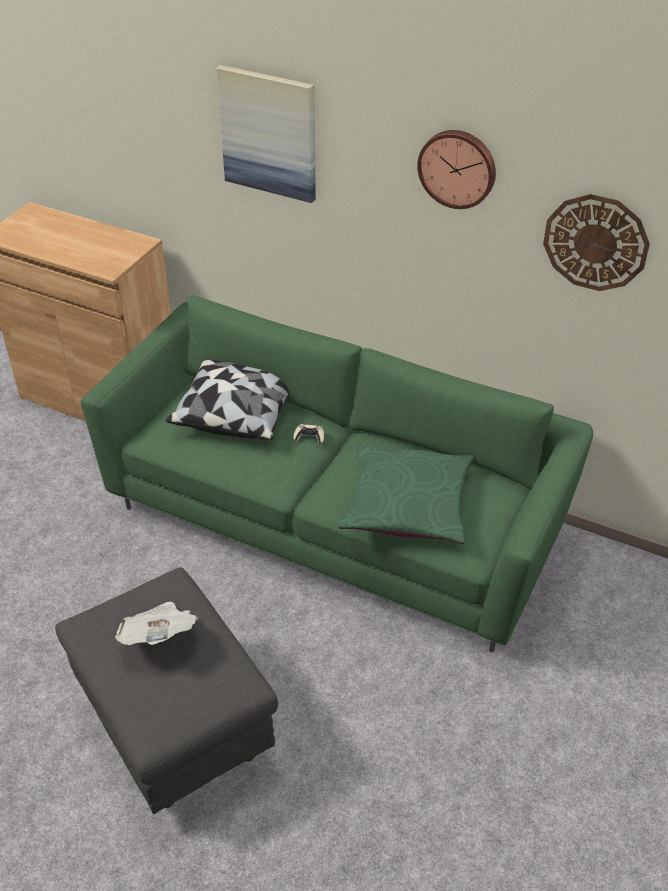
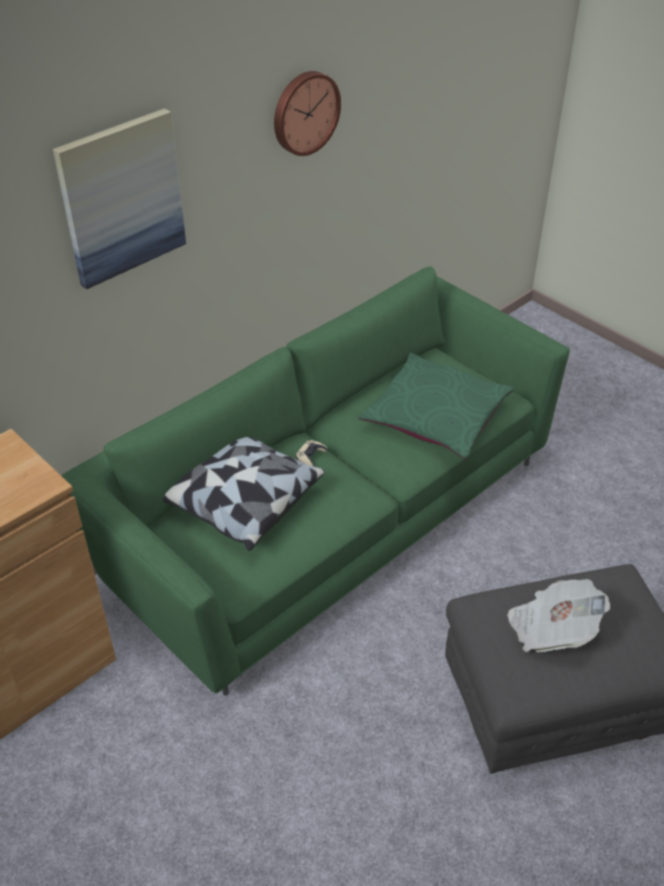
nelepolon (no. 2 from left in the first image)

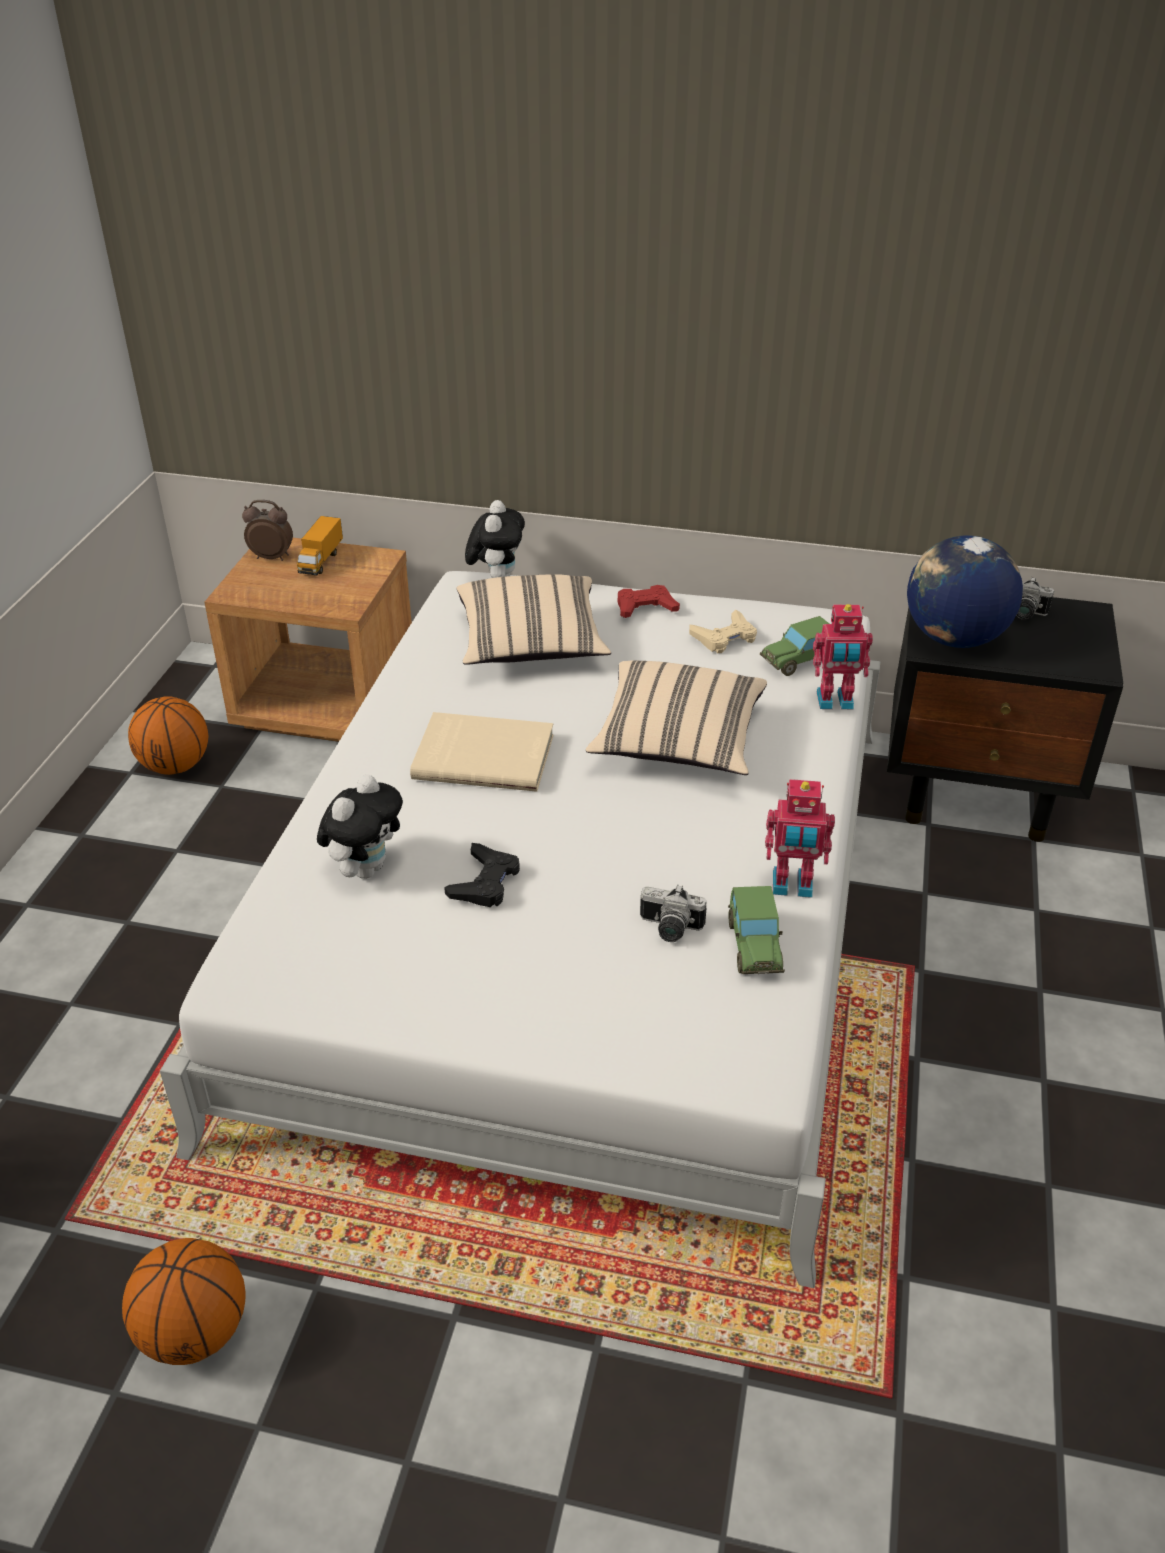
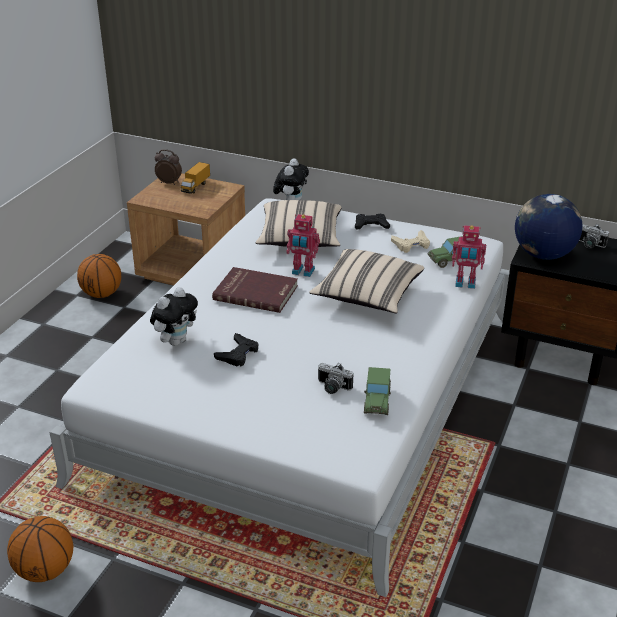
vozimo (no. 1 from left); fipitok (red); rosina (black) (no. 2 from left)

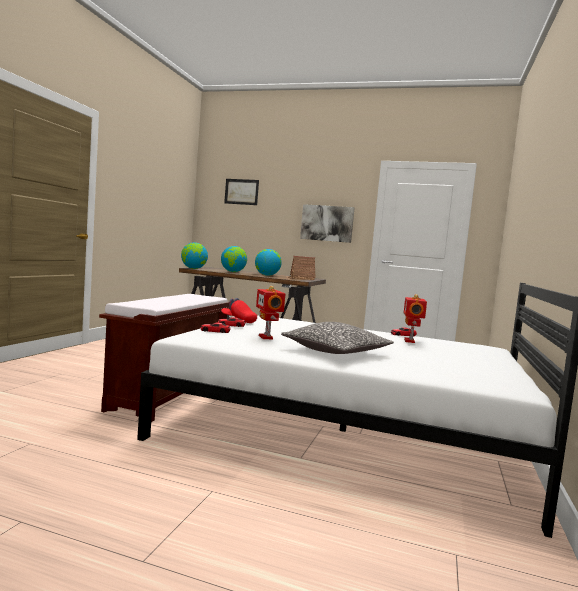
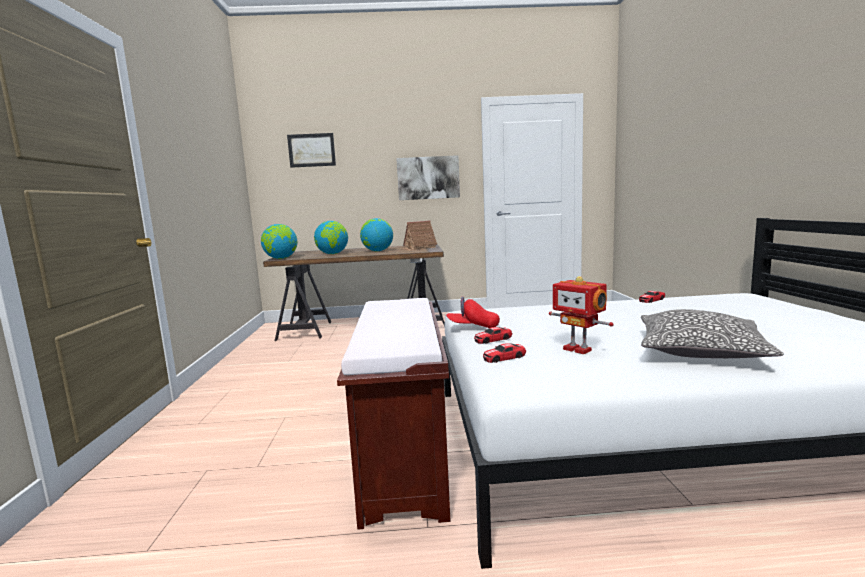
vozimo (no. 2 from left in the first image)

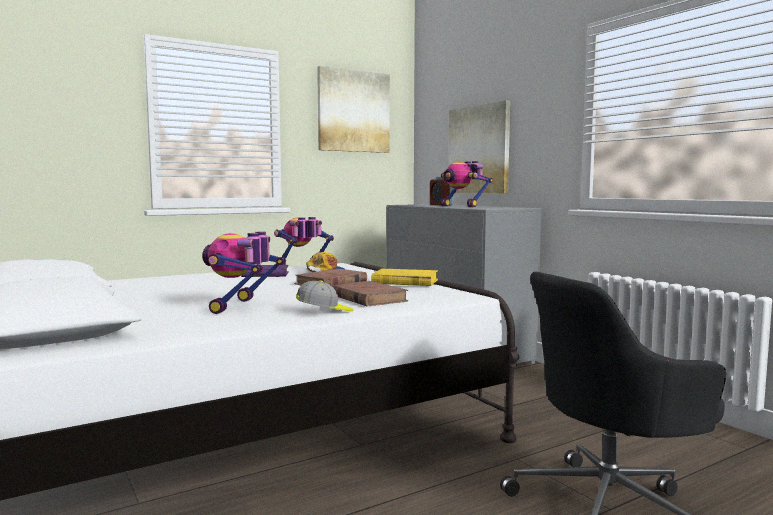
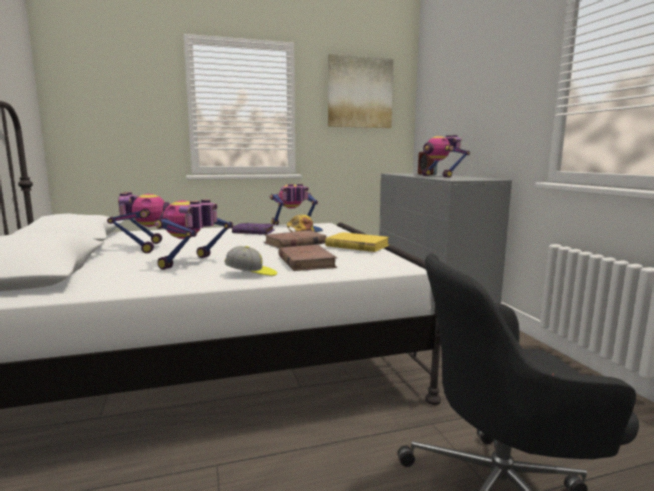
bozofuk (no. 2 from left in the first image); vozimo (no. 1 from left)

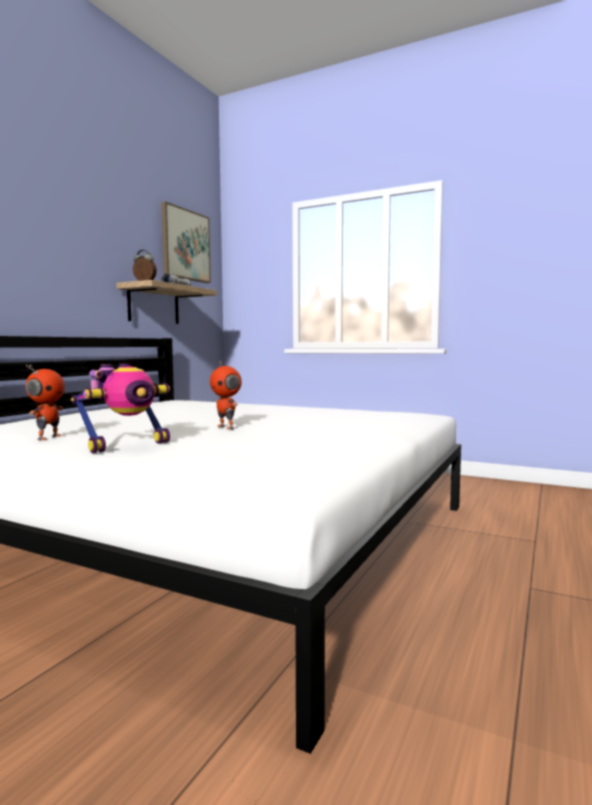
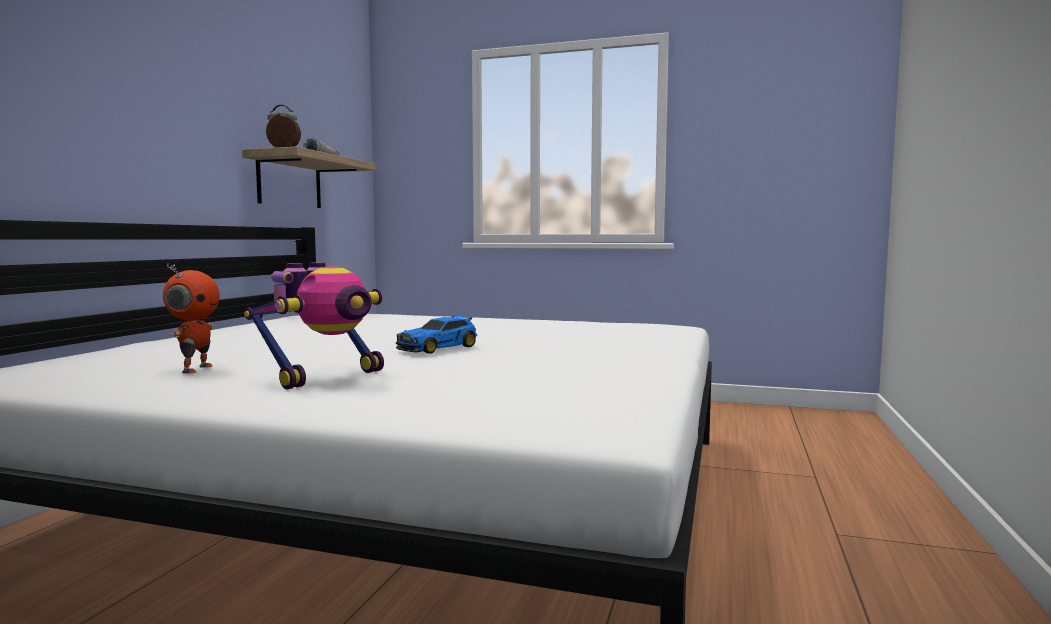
bozofuk; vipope

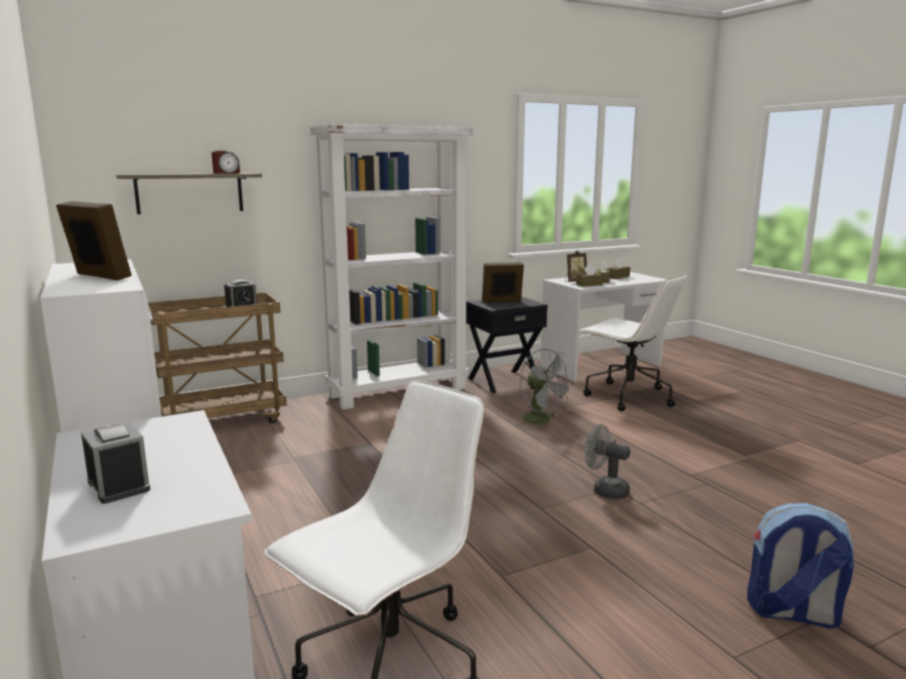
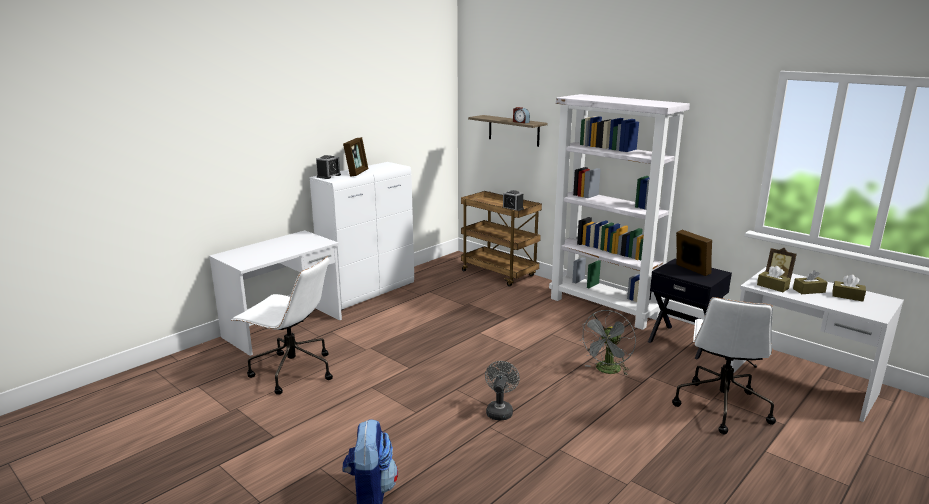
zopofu (no. 1 from left)

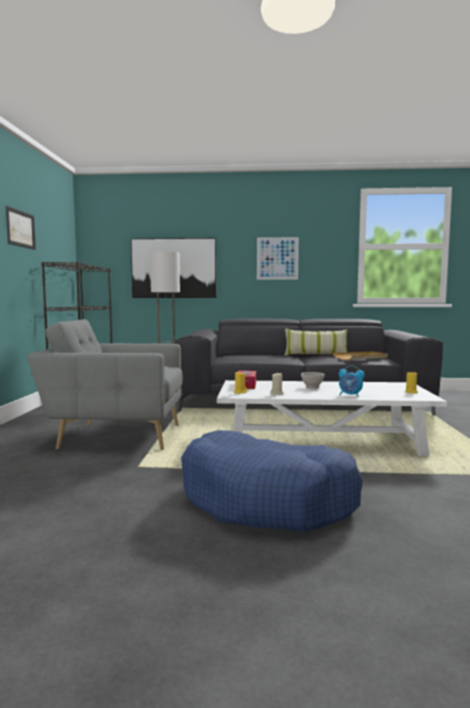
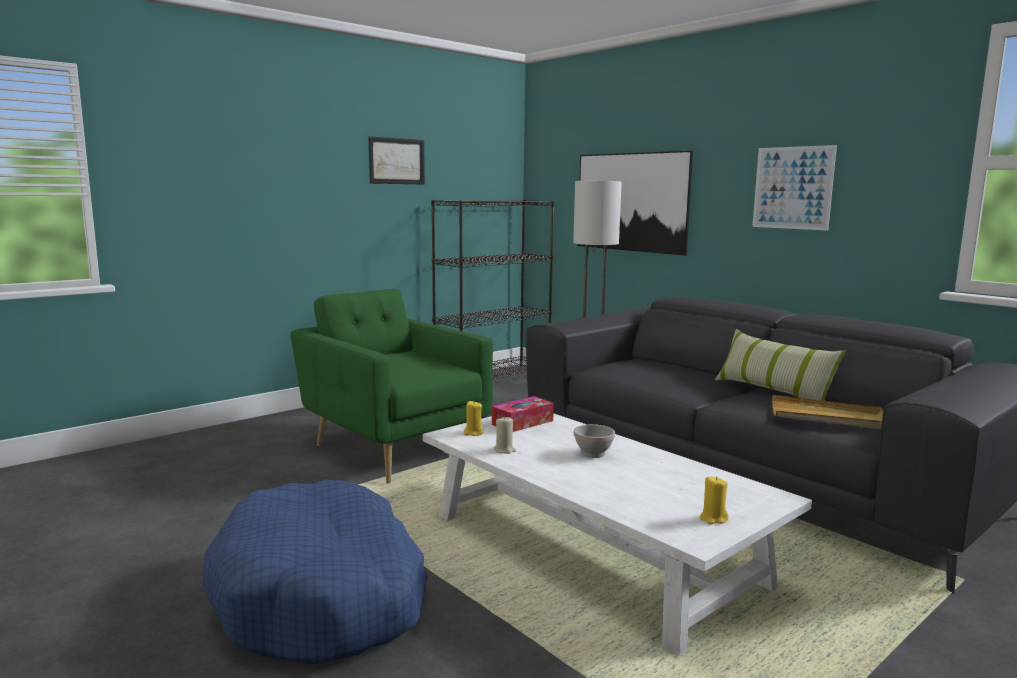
zopofu; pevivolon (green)

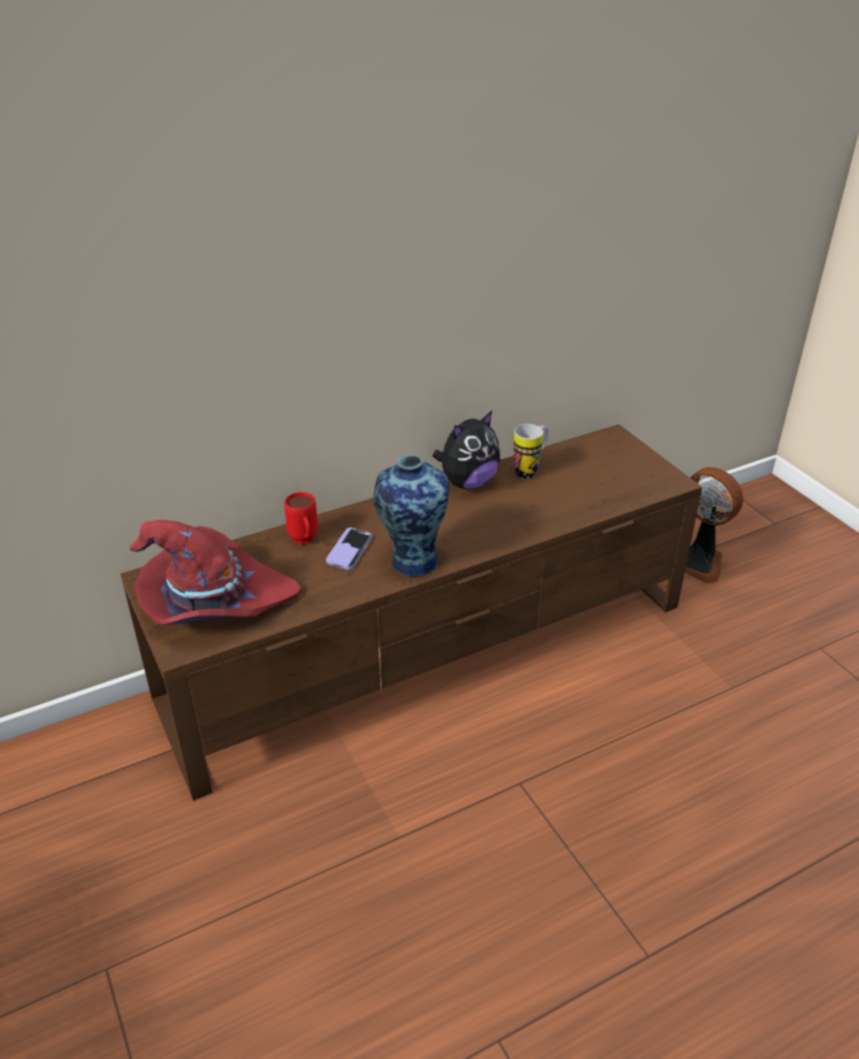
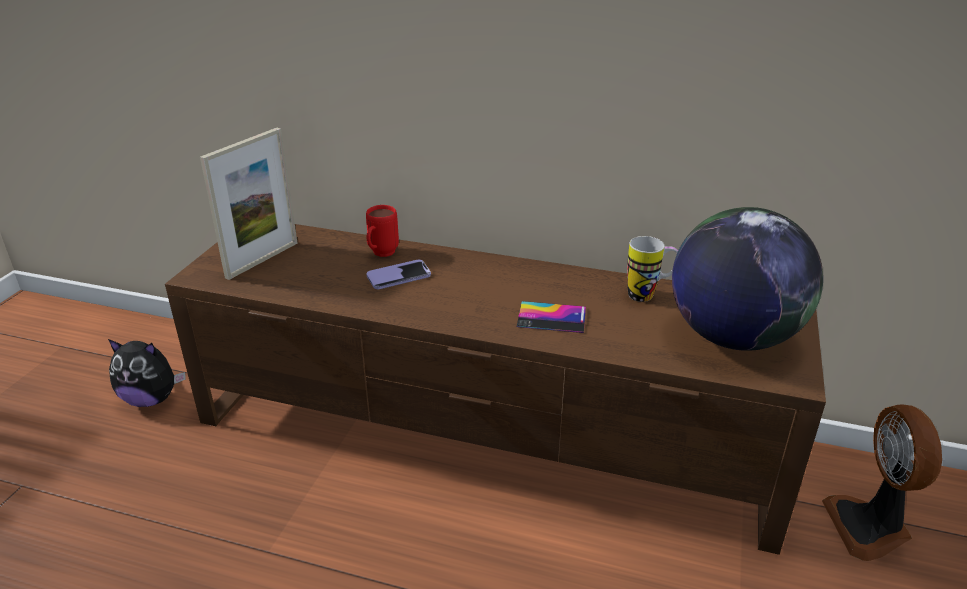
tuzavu; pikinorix (no. 2 from left); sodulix; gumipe; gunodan

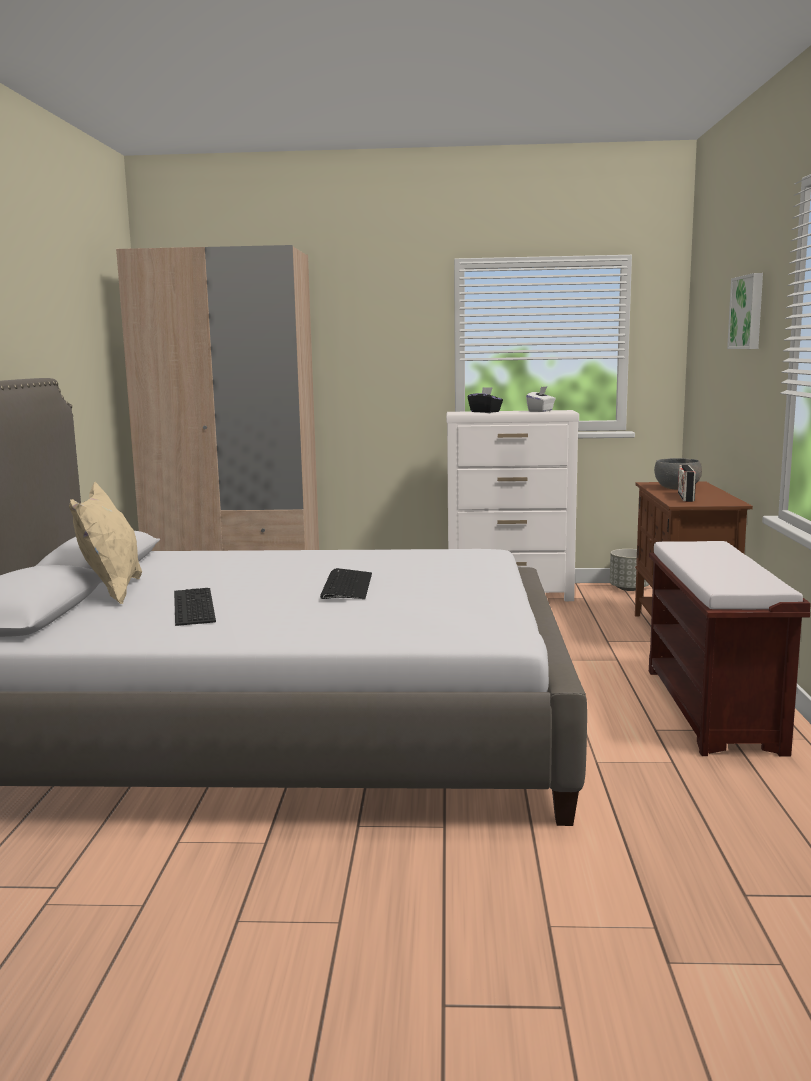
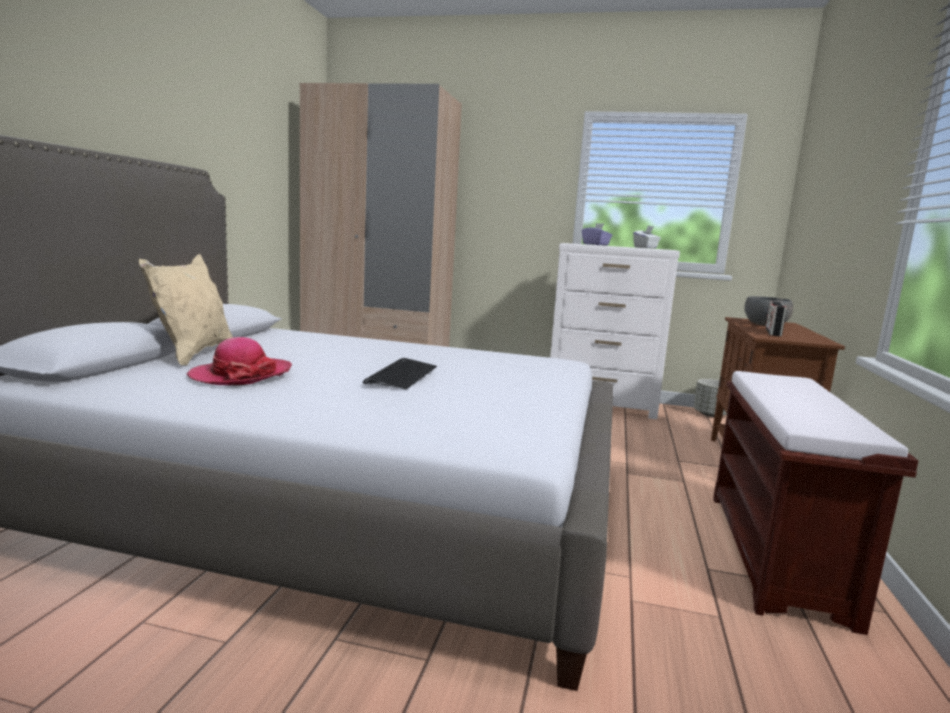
bozofuk; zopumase; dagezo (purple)

